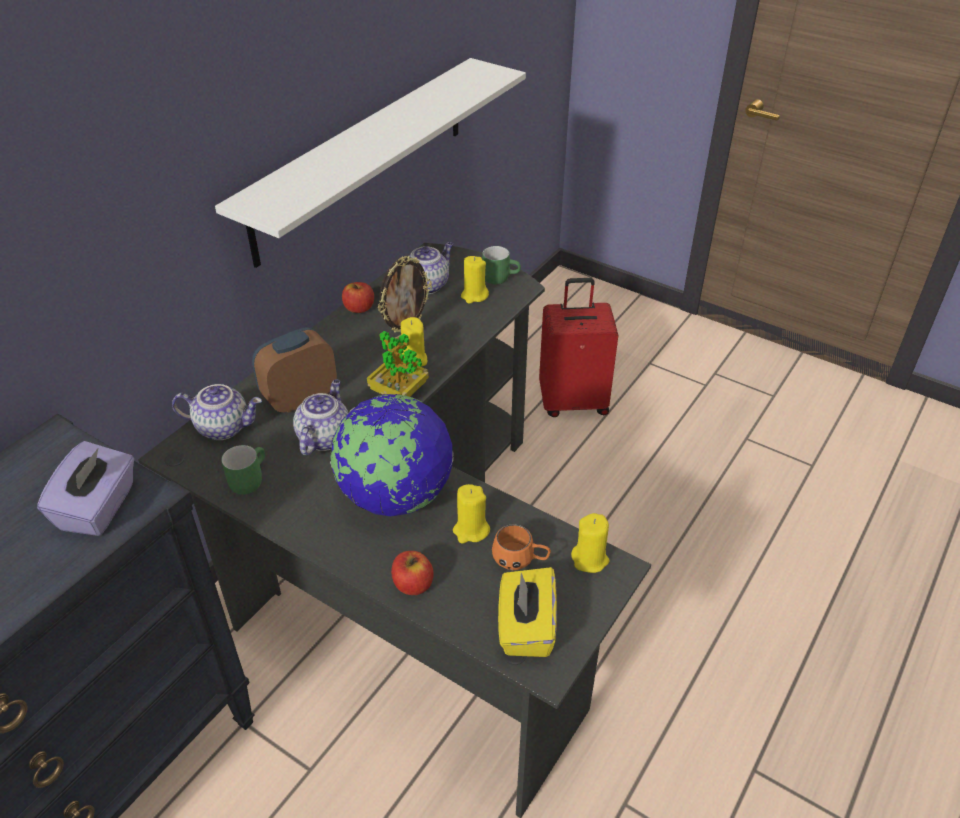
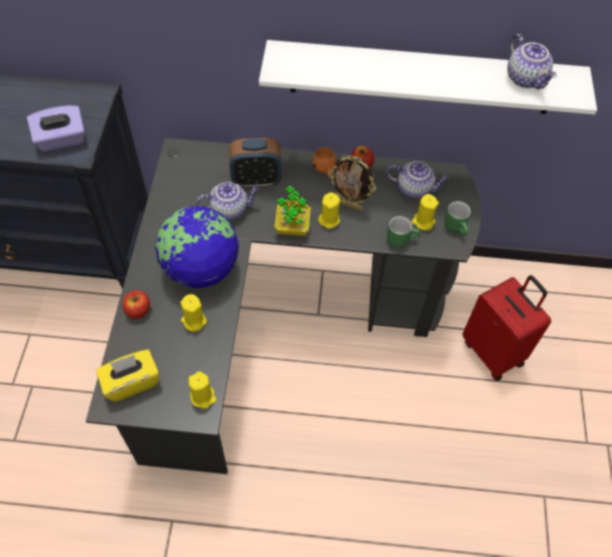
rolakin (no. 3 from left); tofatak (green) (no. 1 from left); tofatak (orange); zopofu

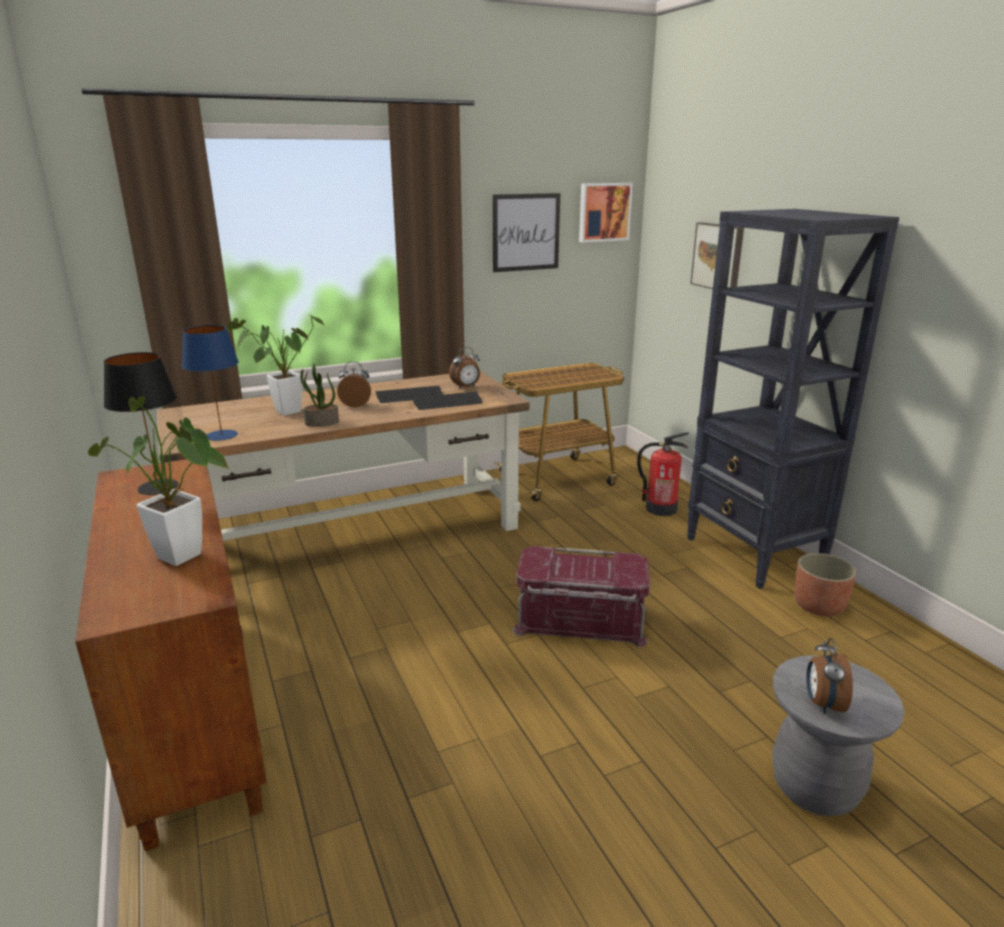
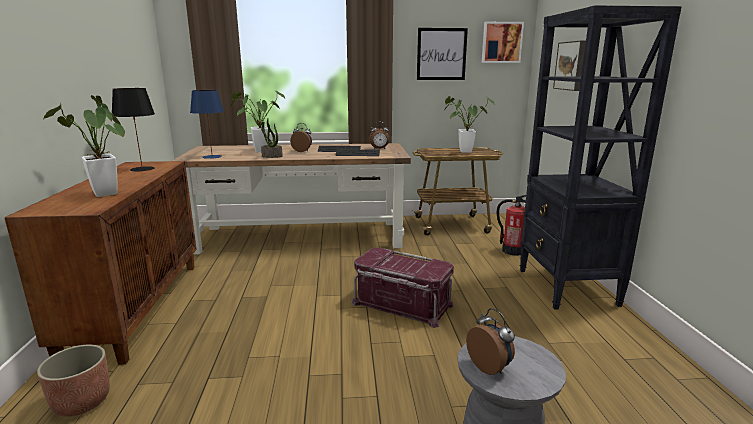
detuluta (no. 4 from left); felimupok; zopofu (no. 3 from left)

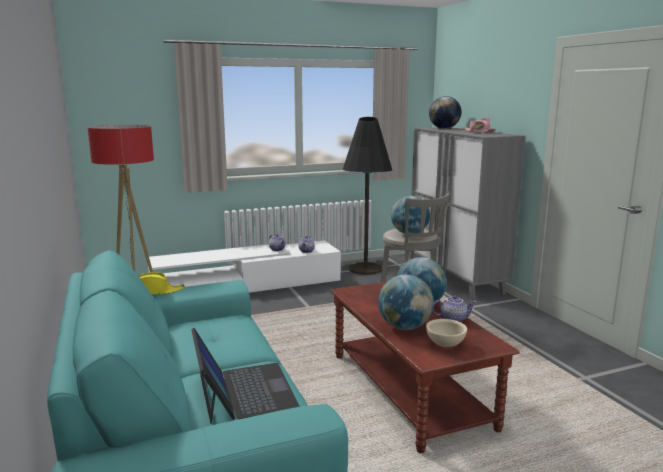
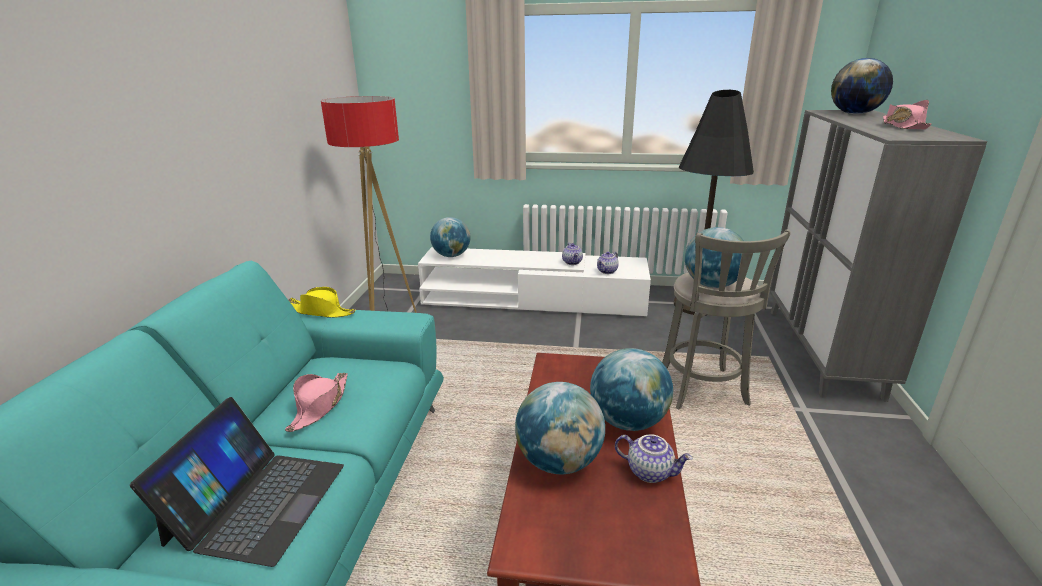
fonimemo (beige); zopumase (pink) (no. 1 from left); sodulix (no. 1 from left)

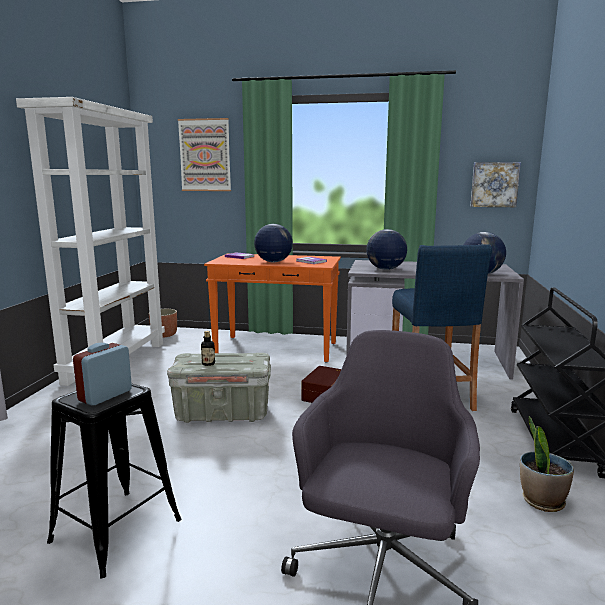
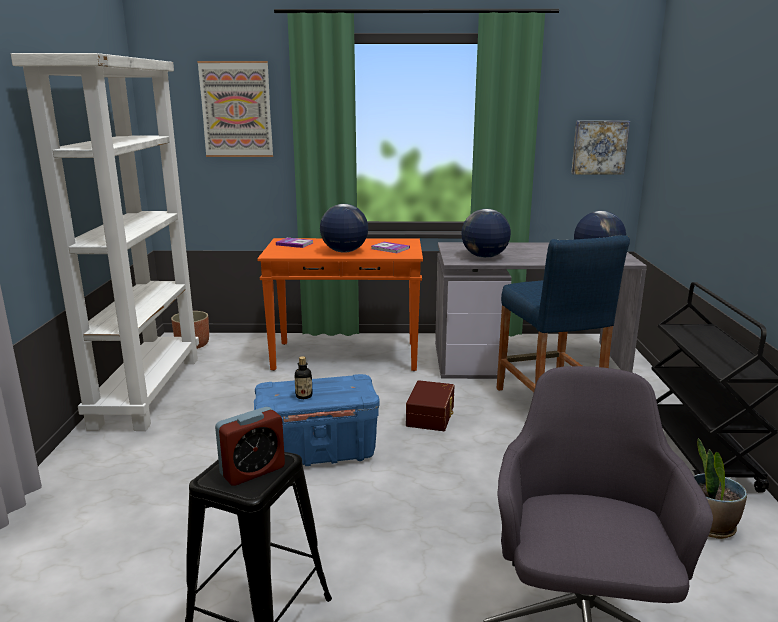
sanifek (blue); zopofu

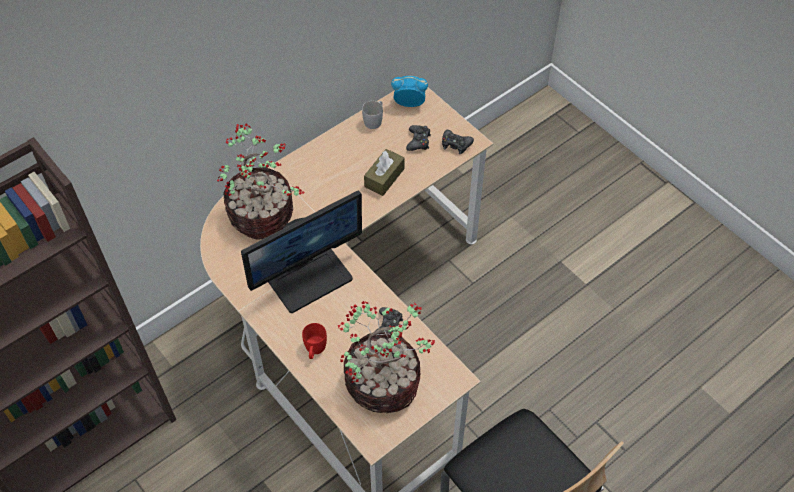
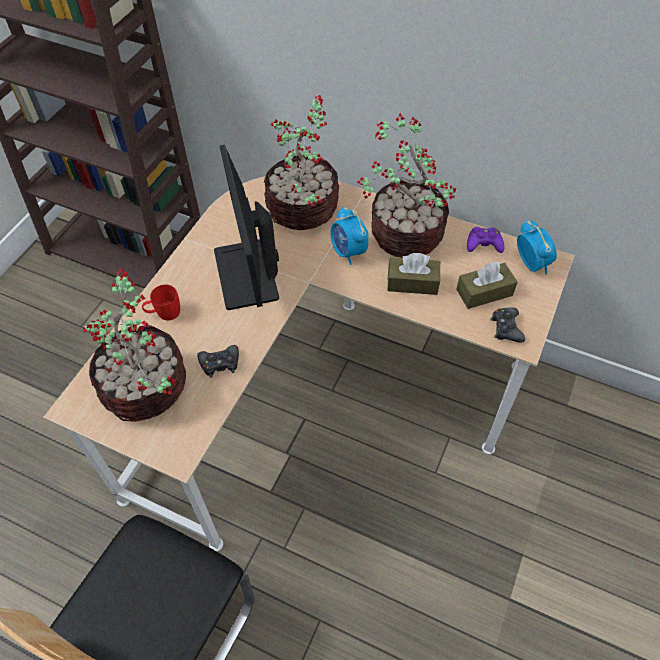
zopofu (no. 1 from left); detuluta (no. 3 from left); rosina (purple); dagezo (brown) (no. 2 from left); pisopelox

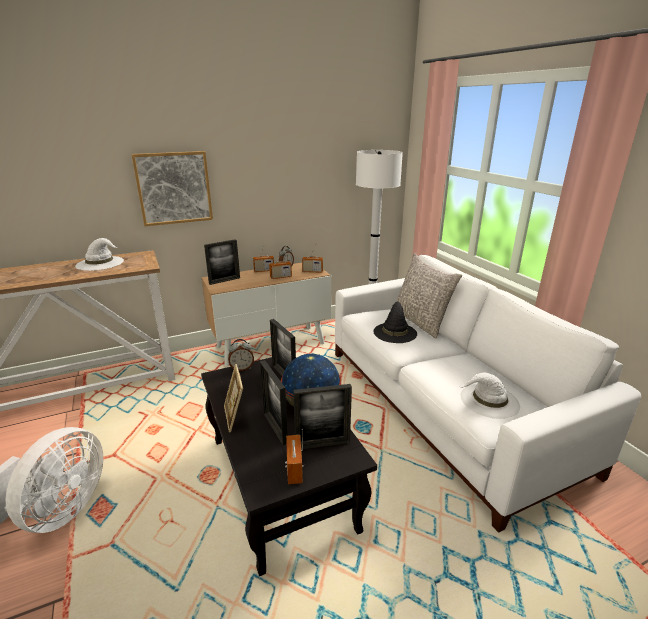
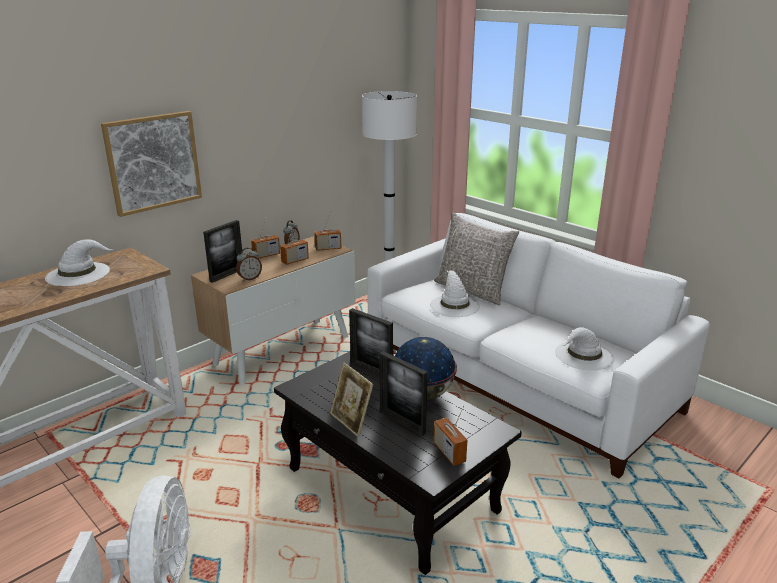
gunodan (no. 5 from left in the first image); zopofu (no. 1 from left); zopumase (white) (no. 2 from left)

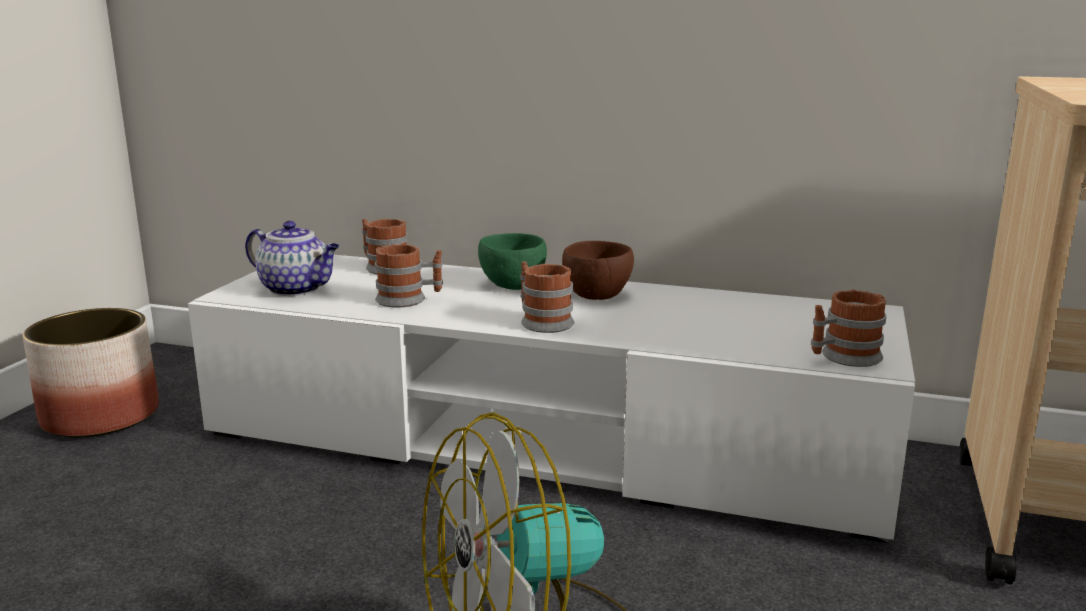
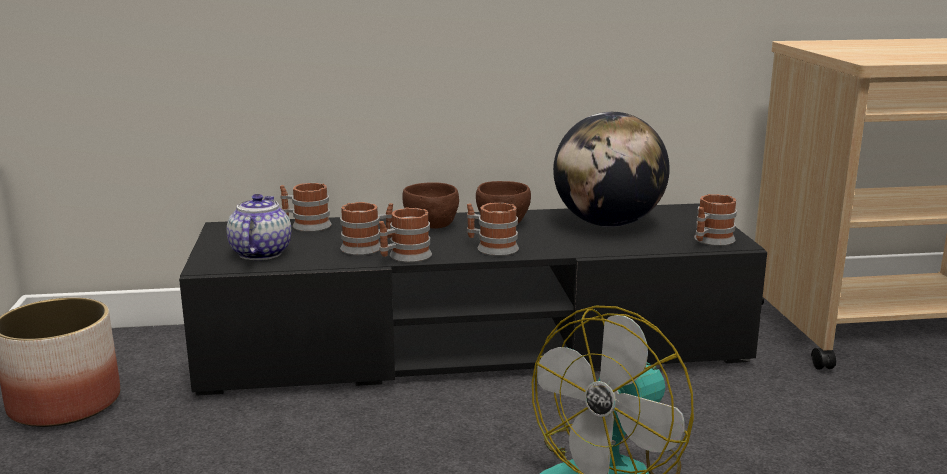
tofatak (no. 3 from left); sodulix; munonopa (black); fonimemo (brown) (no. 1 from left); rolakin

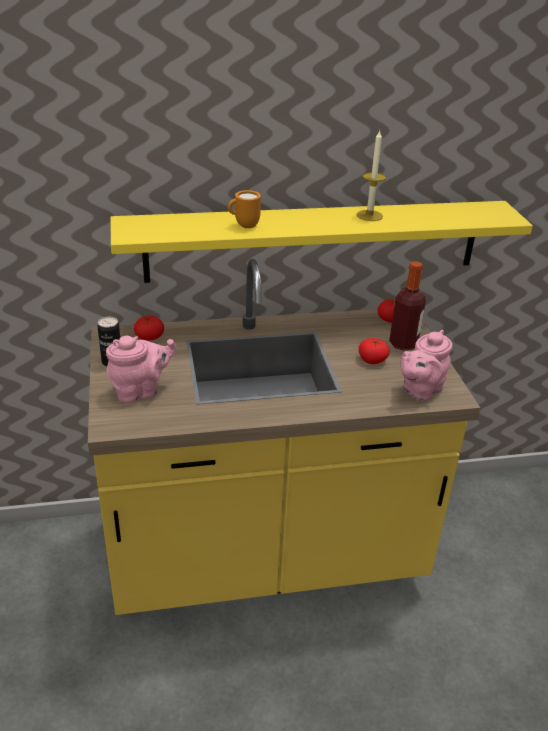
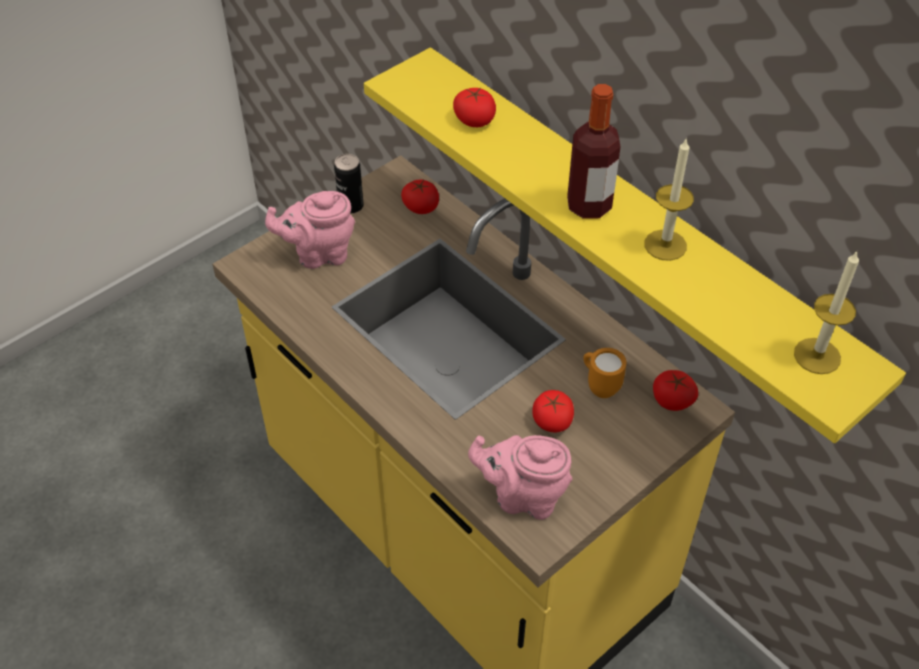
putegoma (no. 2 from left); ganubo (no. 2 from left); tofatak (orange); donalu; rolakin (pink) (no. 1 from left)

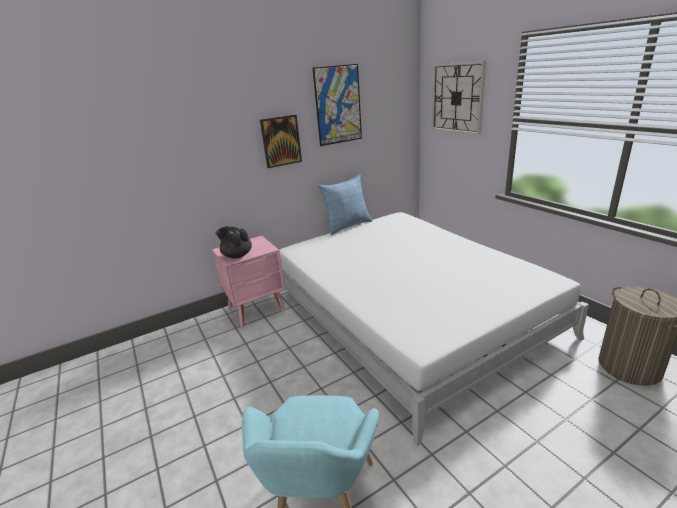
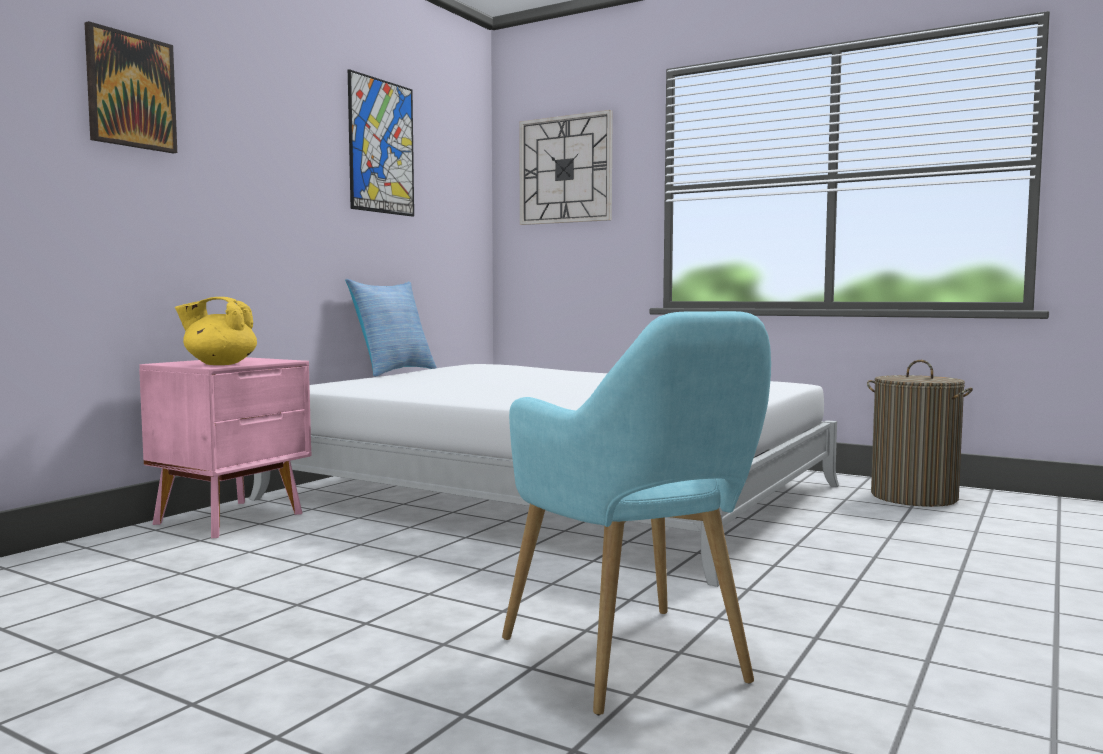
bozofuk (no. 1 from left); rolakin (yellow)

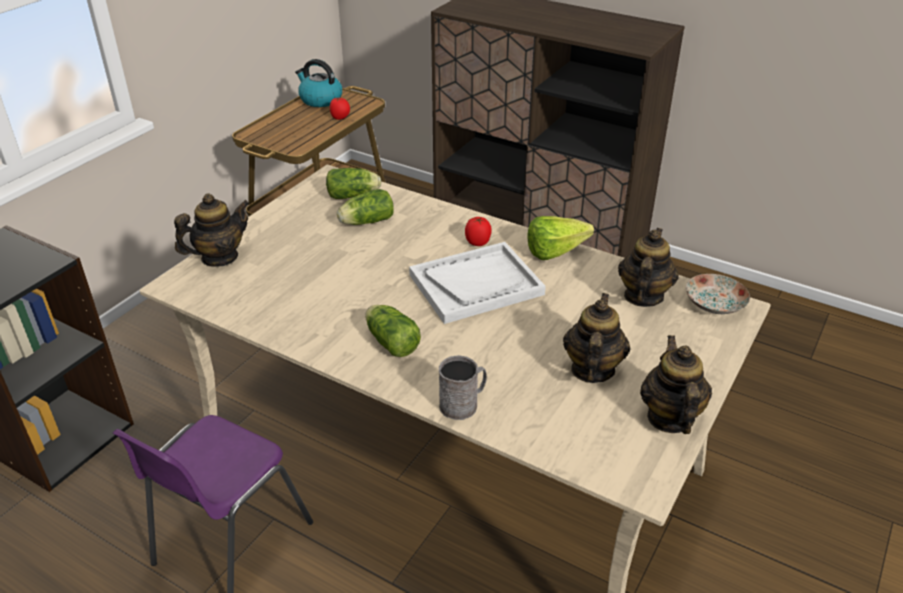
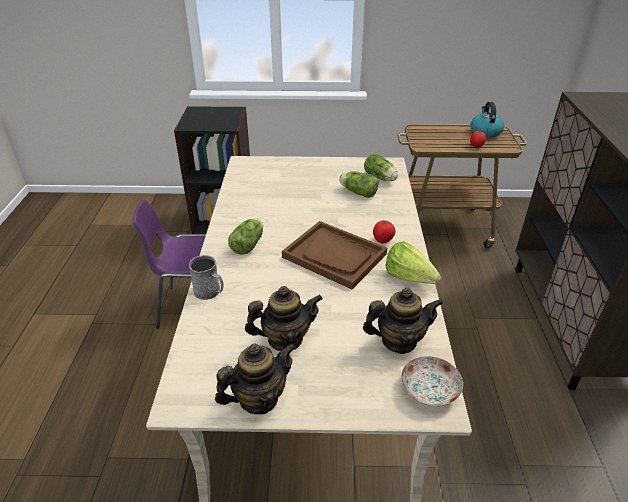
rolakin (no. 1 from left in the first image); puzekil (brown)

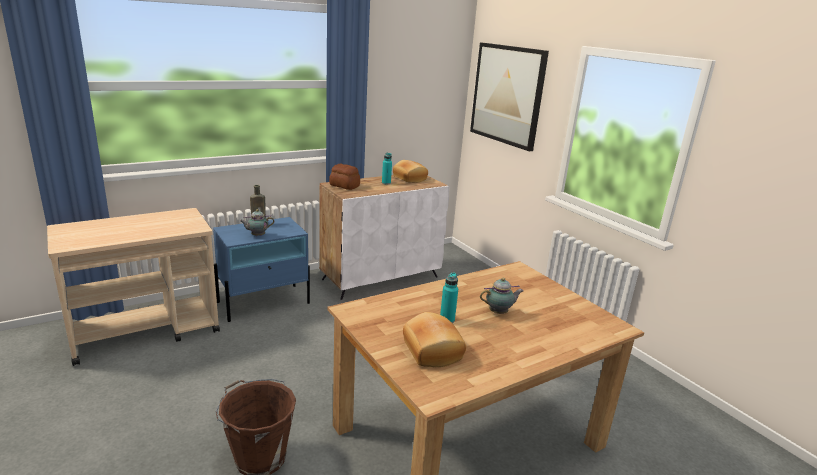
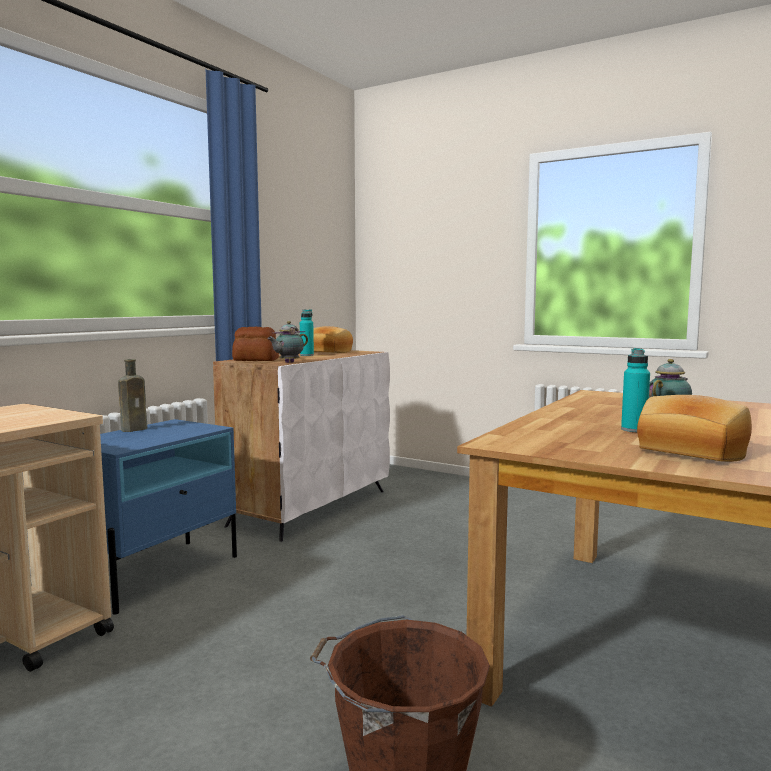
bozofuk; rolakin (no. 1 from left)

